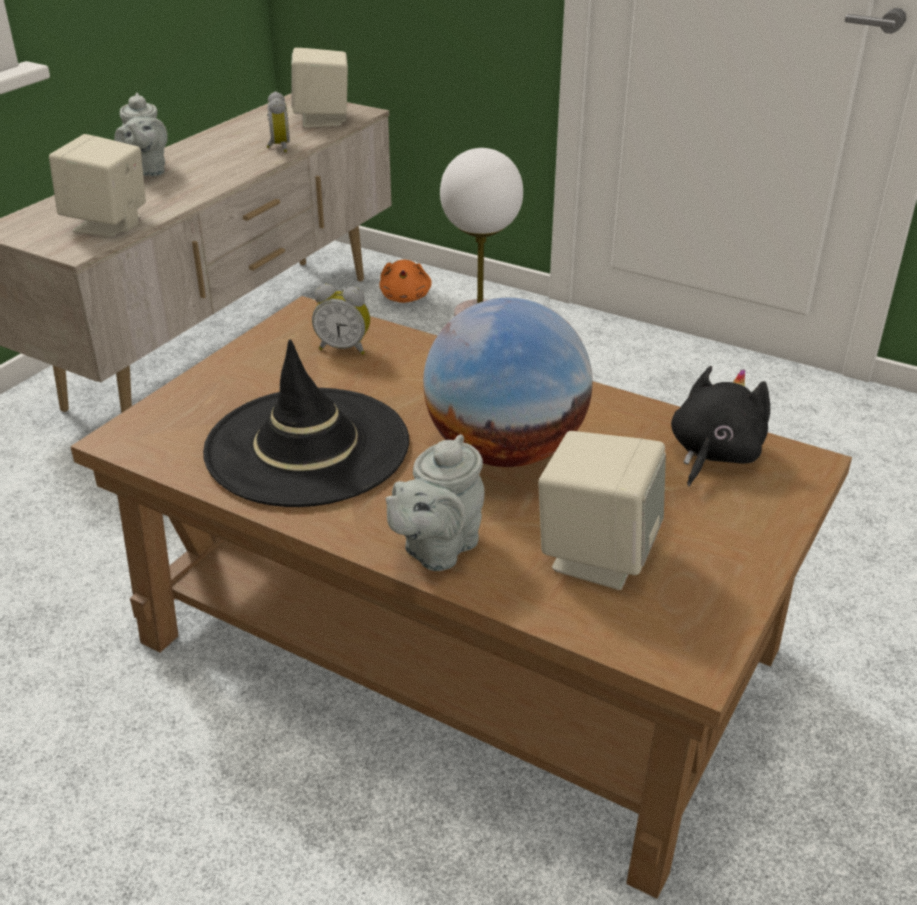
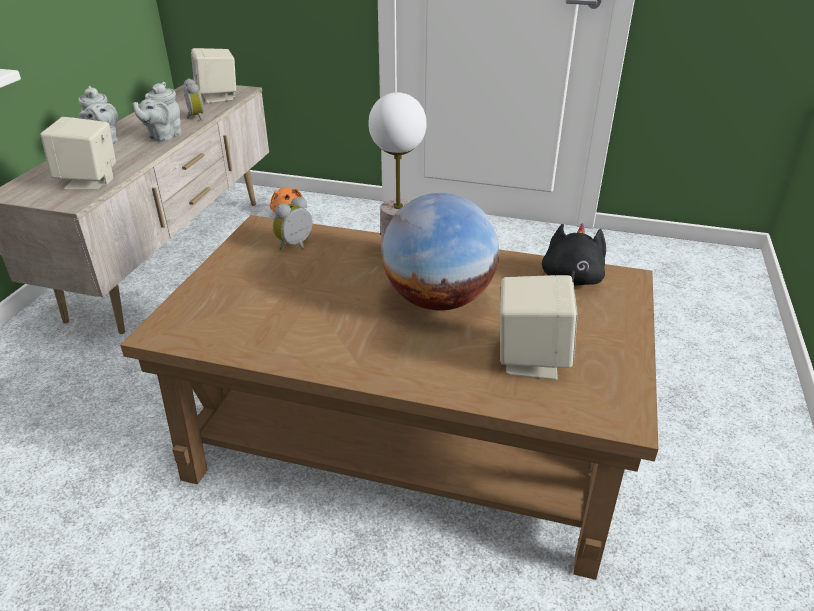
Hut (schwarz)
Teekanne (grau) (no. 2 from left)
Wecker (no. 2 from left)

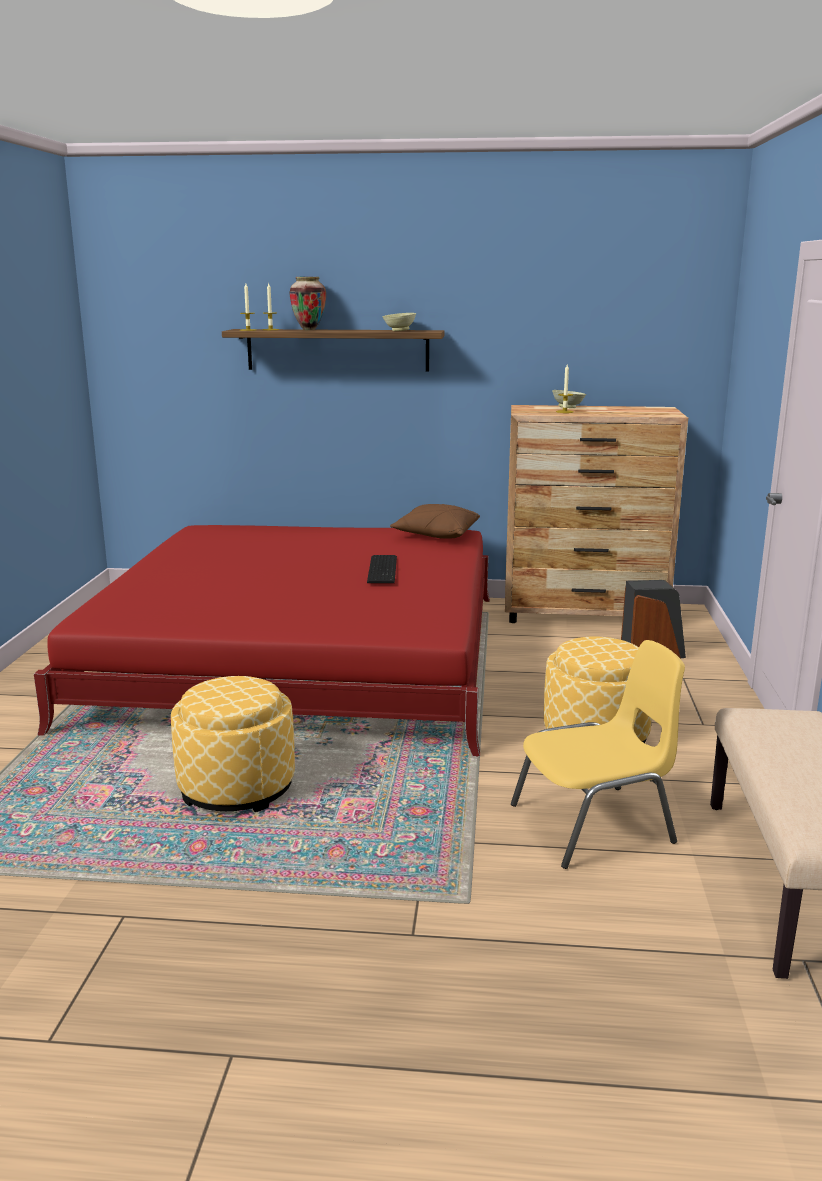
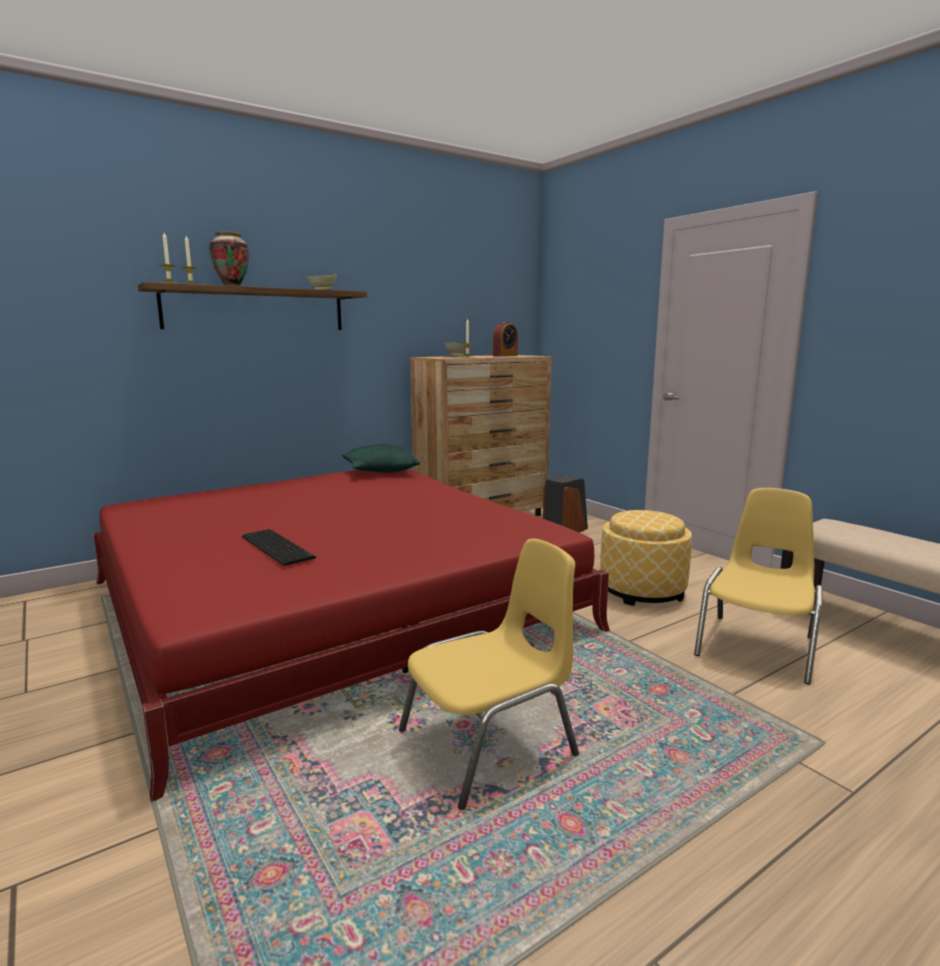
Wecker
Tastatur
Stuhl (gelb) (no. 1 from left)
Kissen (grün)

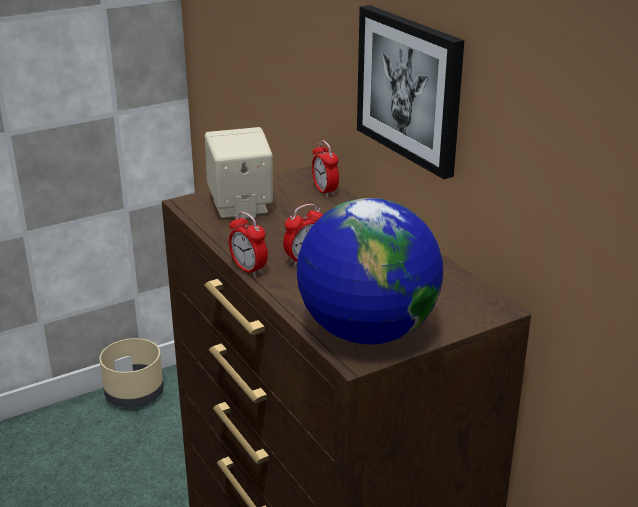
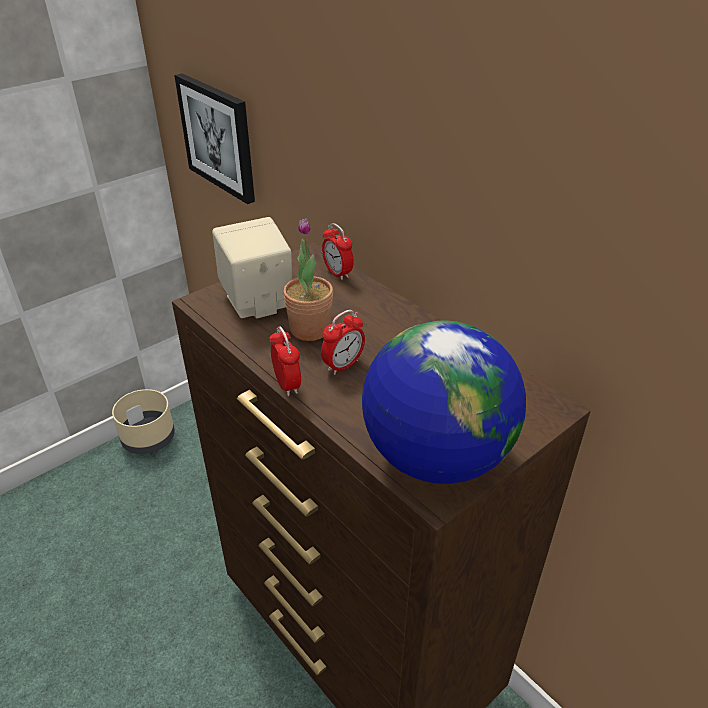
Topfpflanze
Bild
Wecker (no. 1 from left)

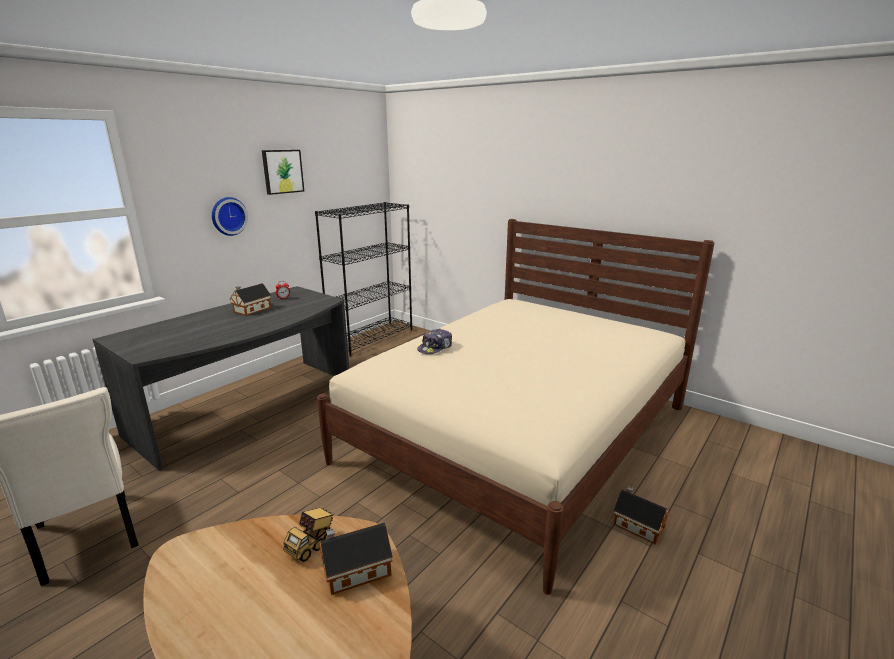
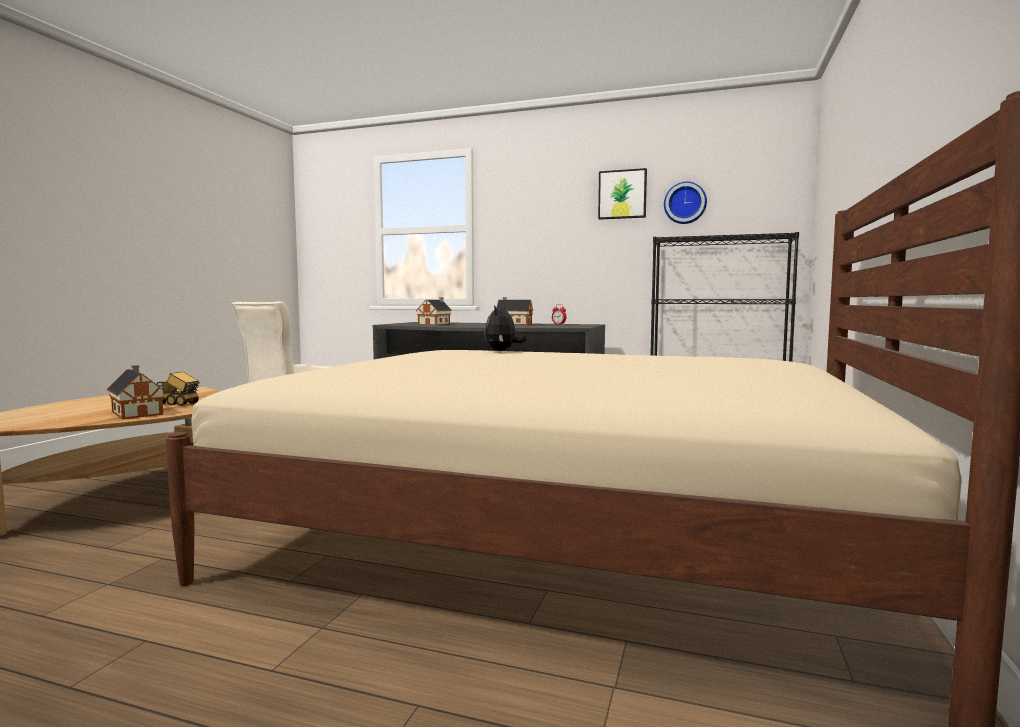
Wanduhr
Spielzeughaus (no. 2 from left)
Plüschtier

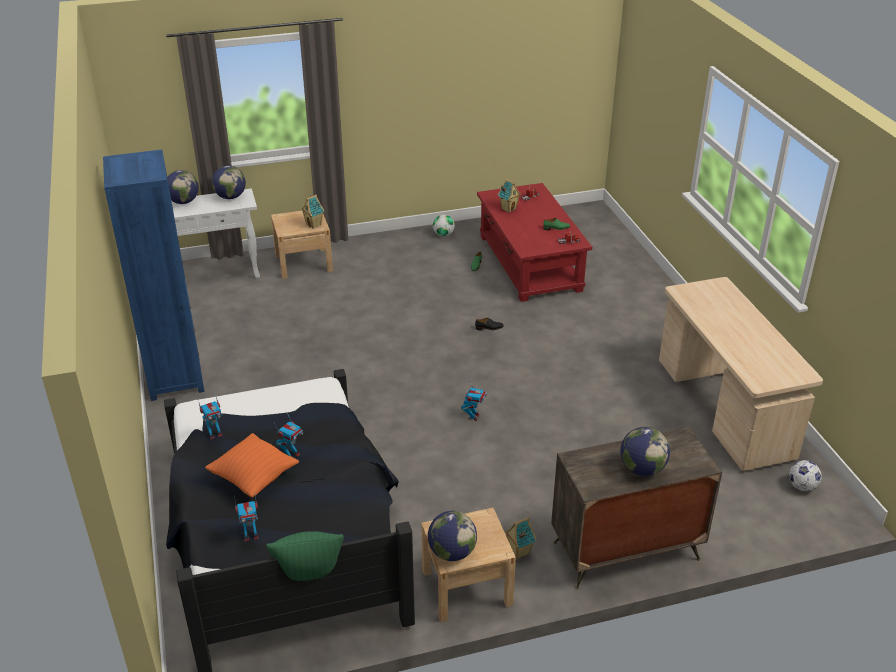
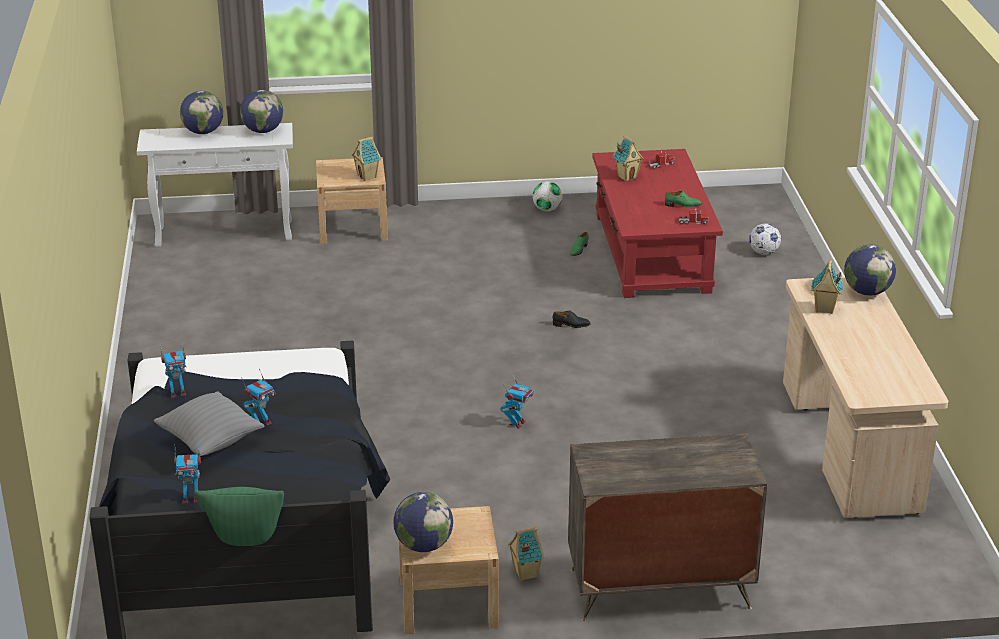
Bücherregal (blau)
Spielzeughaus (no. 4 from left)
Globus (no. 4 from left)
Fußball (no. 2 from left)
Kissen (grau)

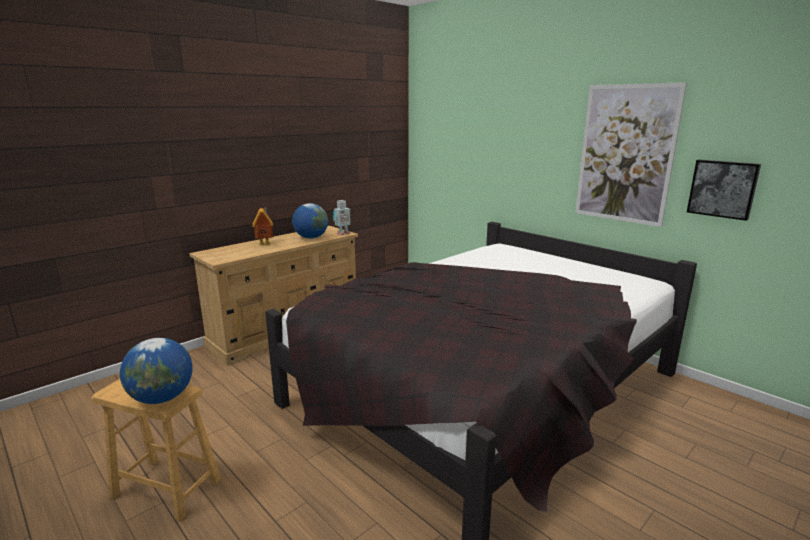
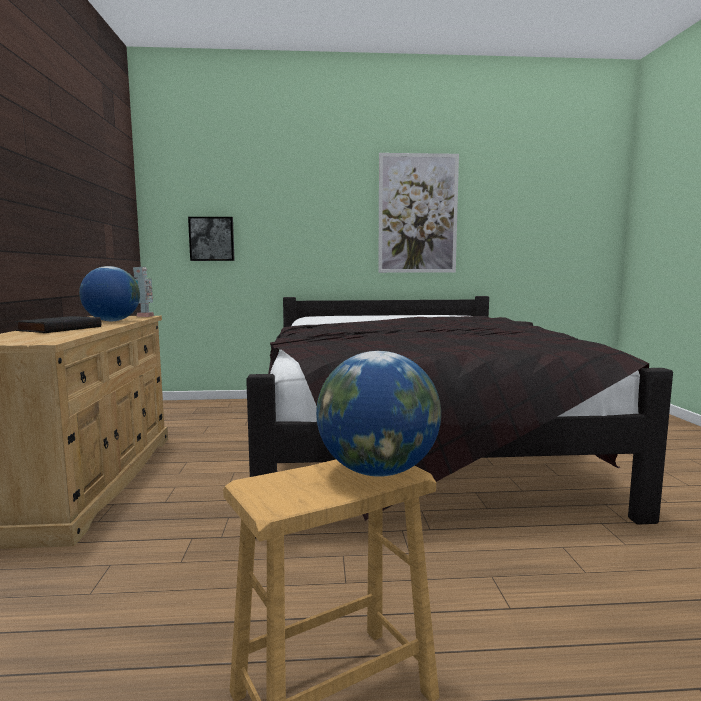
Bild (no. 1 from left)
Buch (schwarz)

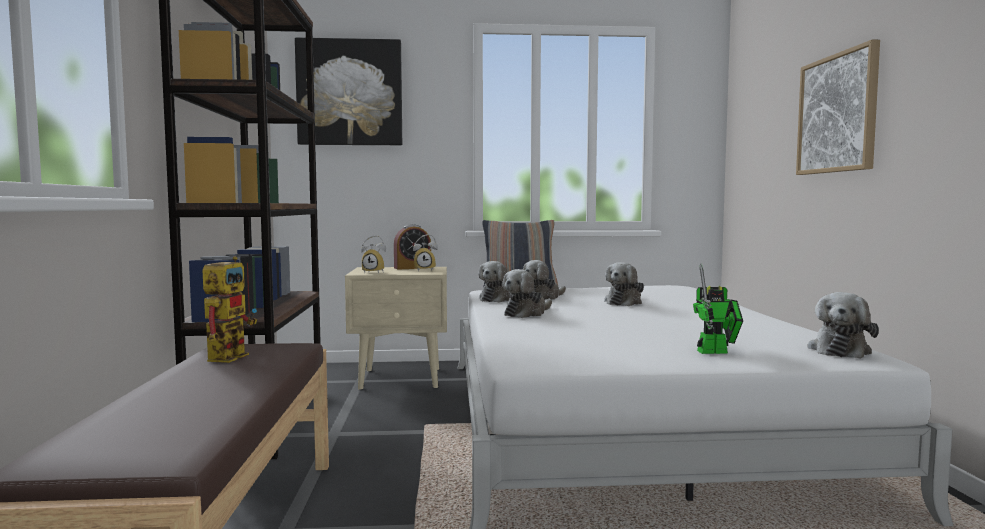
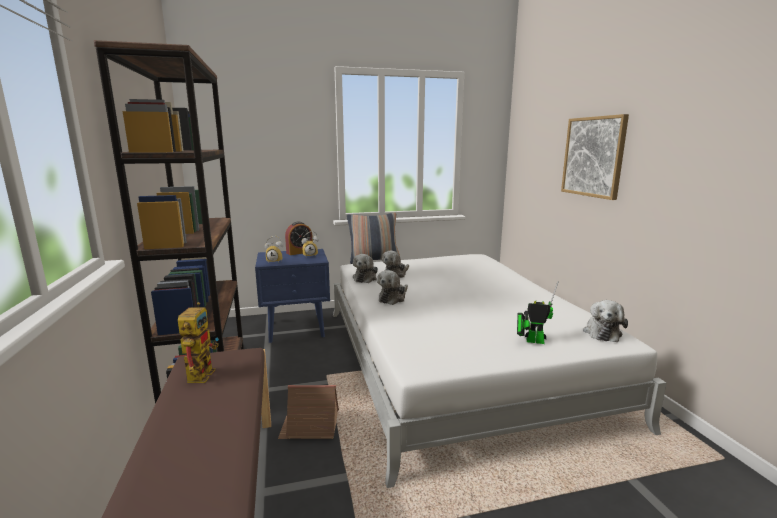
Bild (no. 1 from left in the first image)
Plüschtier (no. 4 from left in the first image)
Spielzeughaus
Nachttisch (blau)
Spielzeugroboter (no. 2 from left)

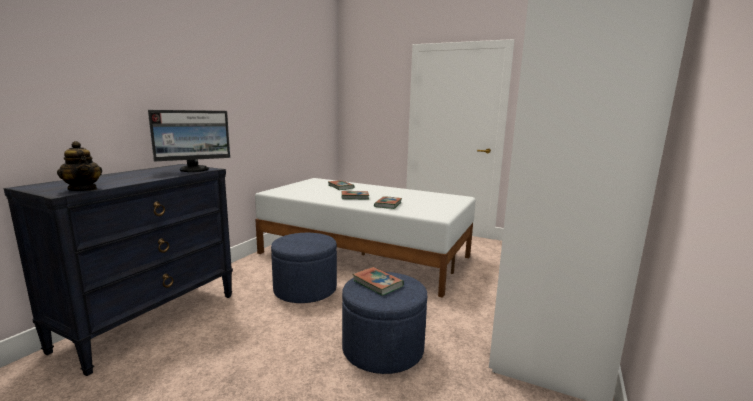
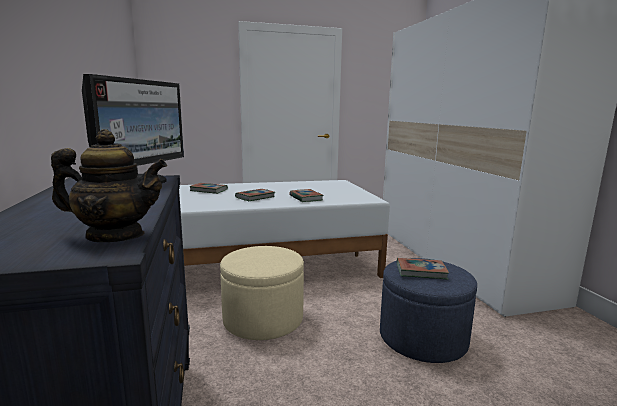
Polsterhocker (beige)

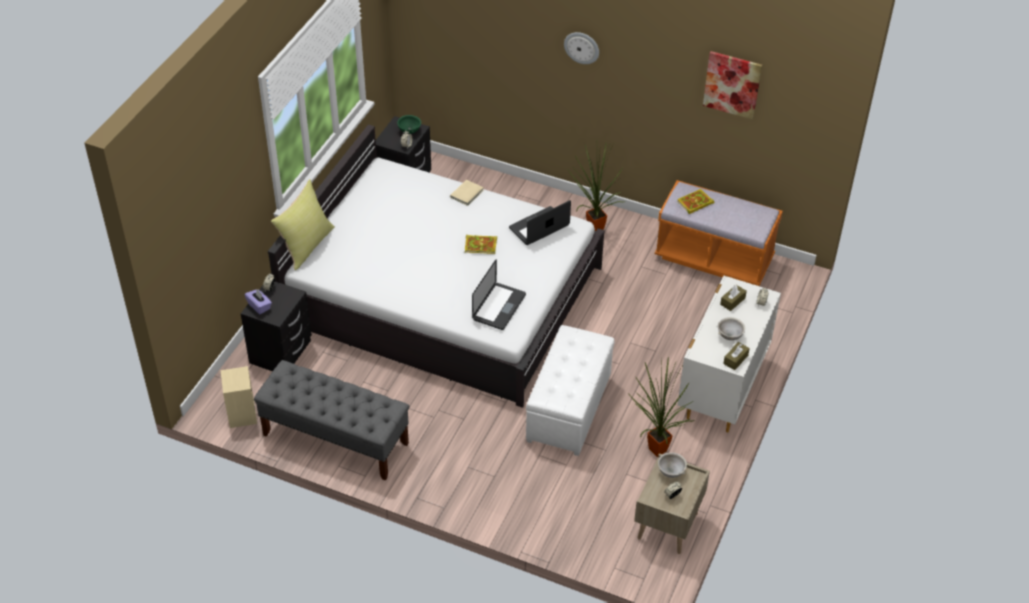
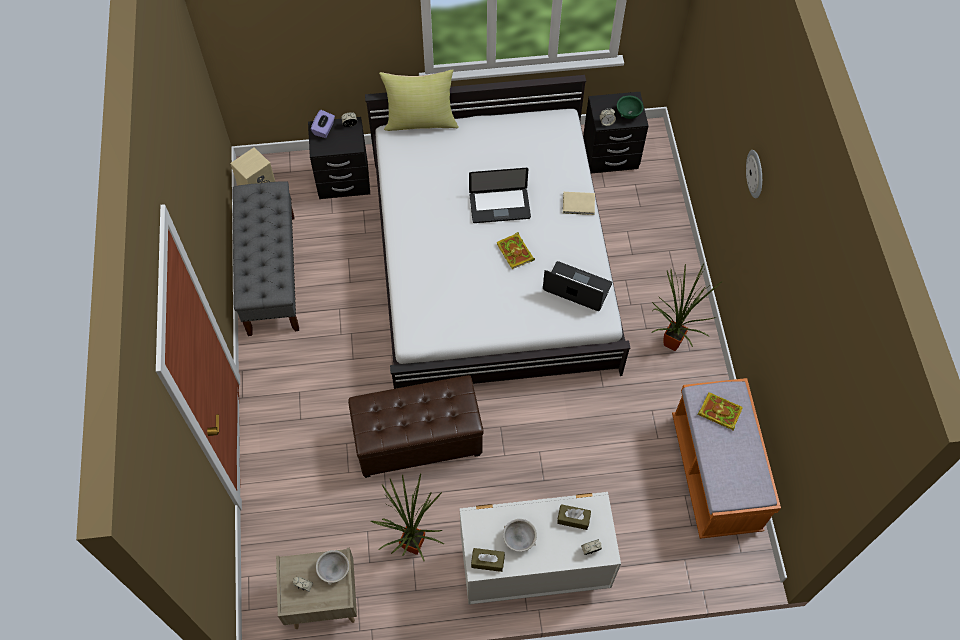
Bild
Laptop (no. 1 from left)
Polsterhocker (braun)

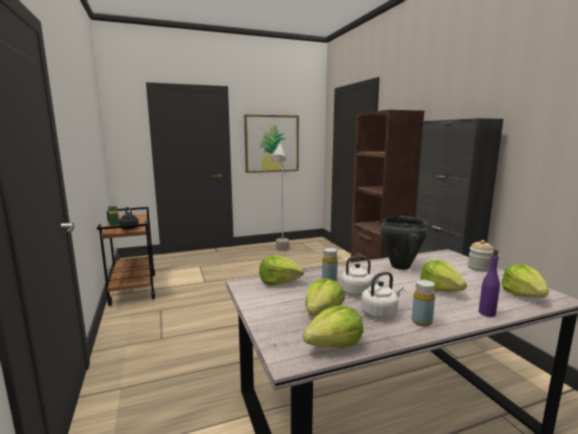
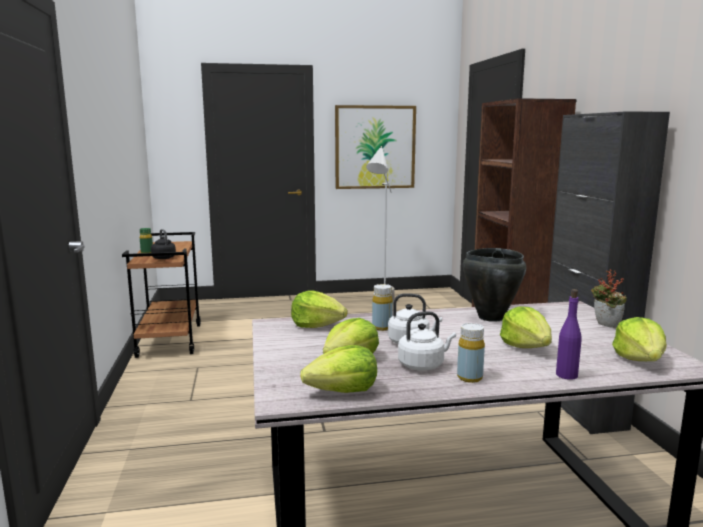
Topfpflanze

